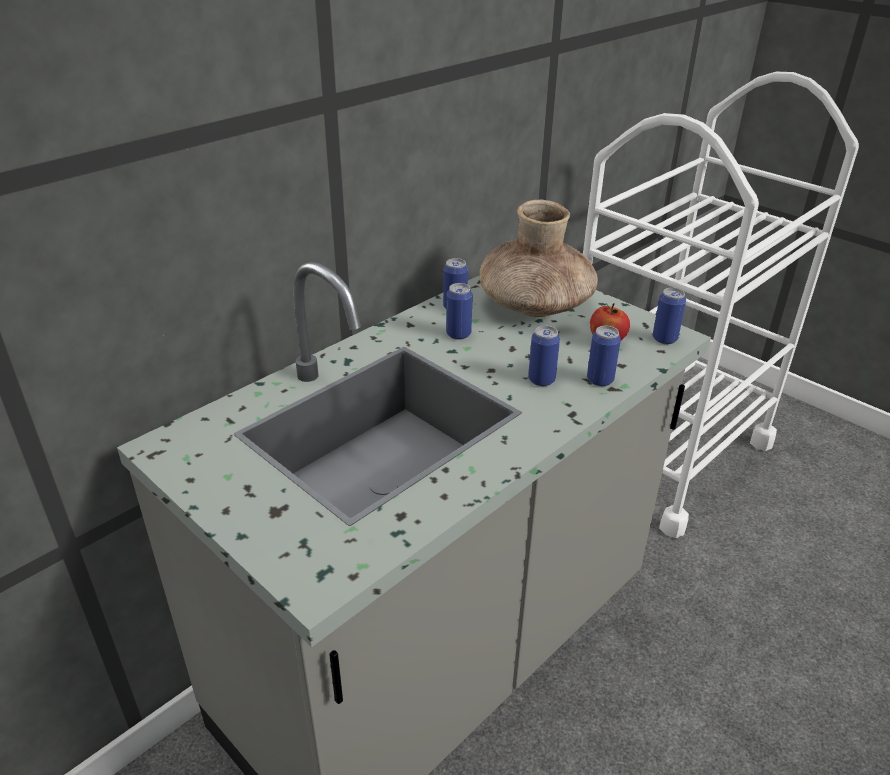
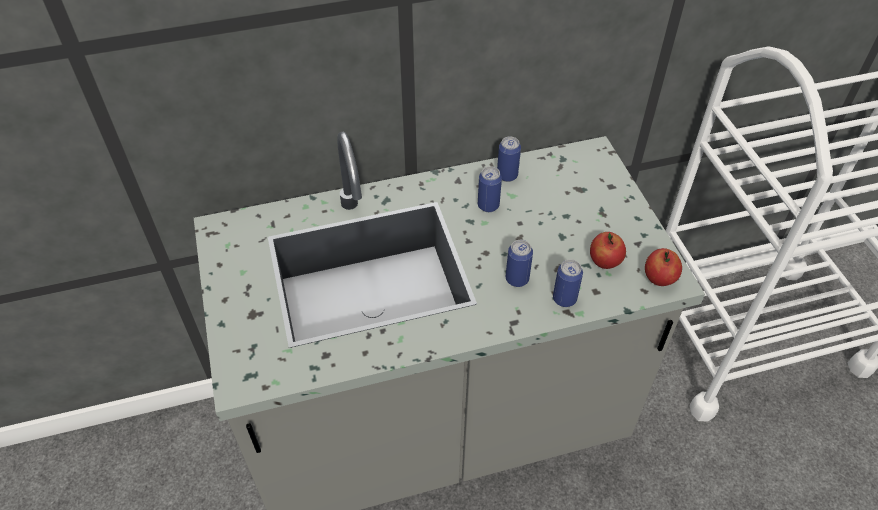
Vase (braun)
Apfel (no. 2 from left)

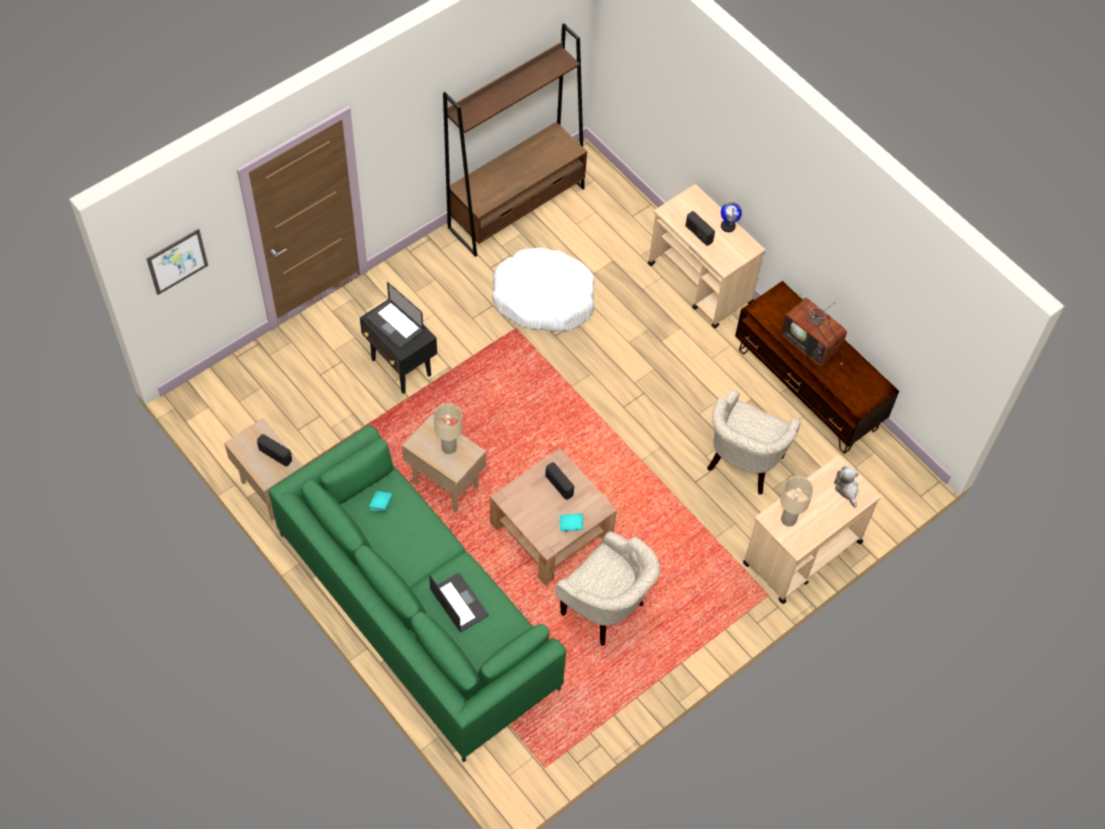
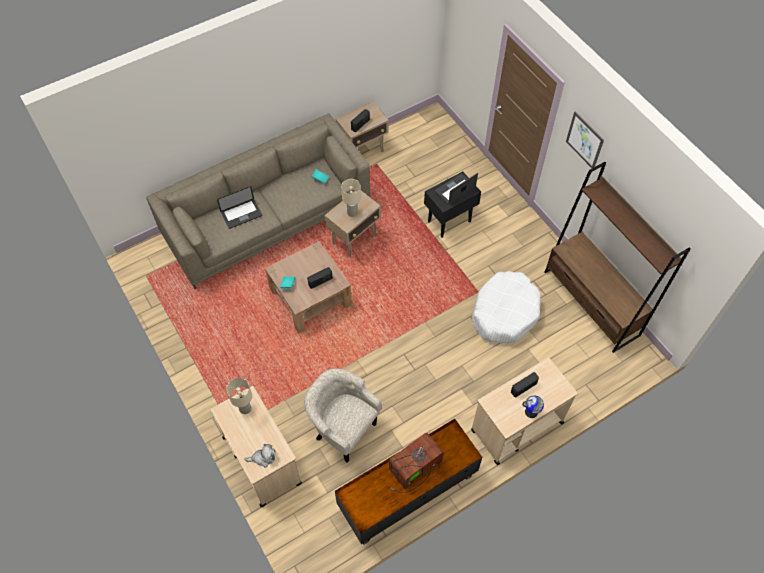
Sessel (beige) (no. 1 from left in the first image)
Bild
Sofa (beige)

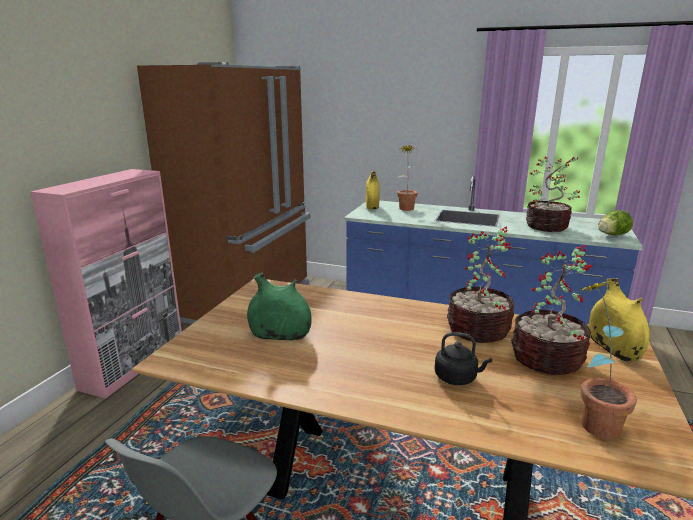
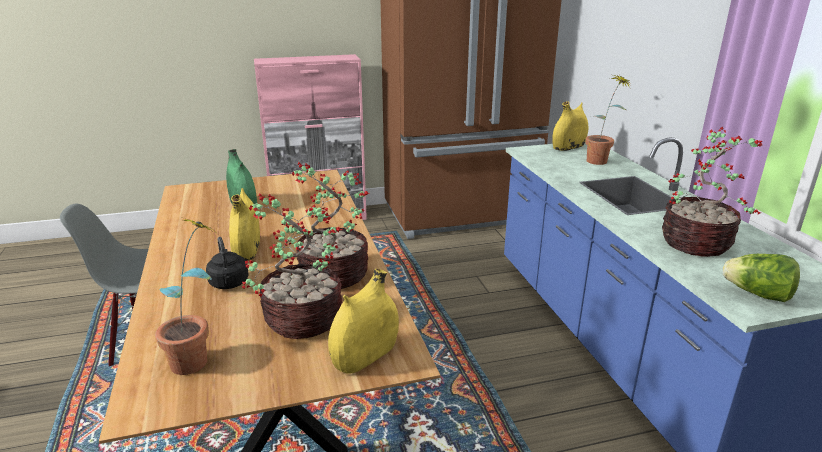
Vase (gelb) (no. 1 from left)

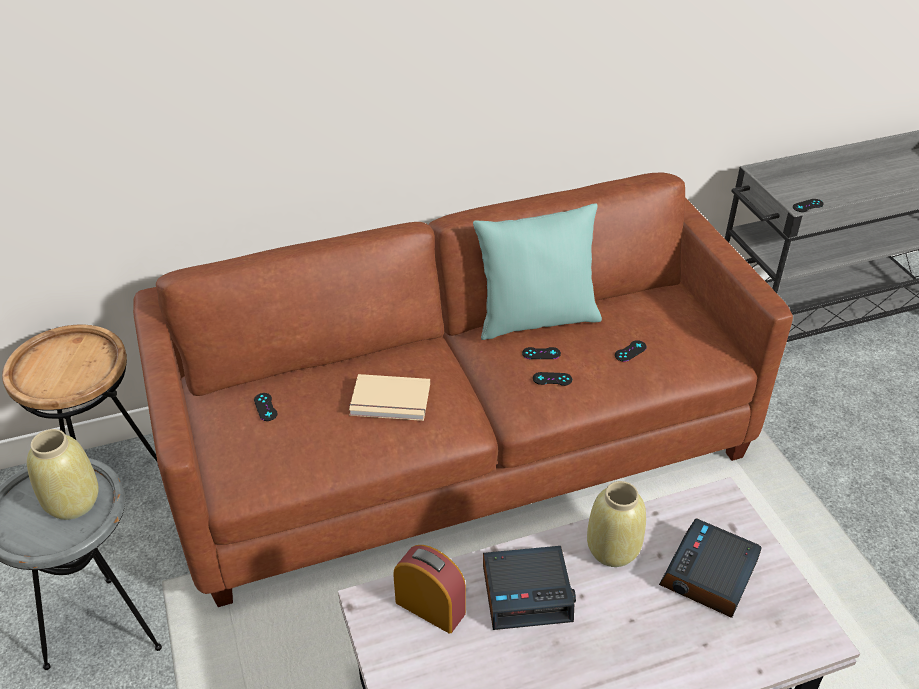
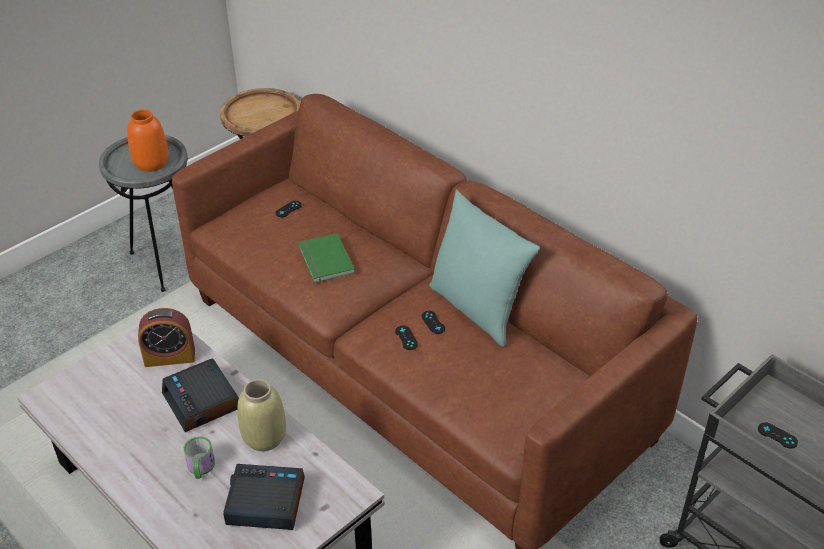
Gamepad (schwarz) (no. 4 from left in the first image)
Henkelbecher
Vase (orange)
Buch (grün)
Wecker (no. 1 from left)

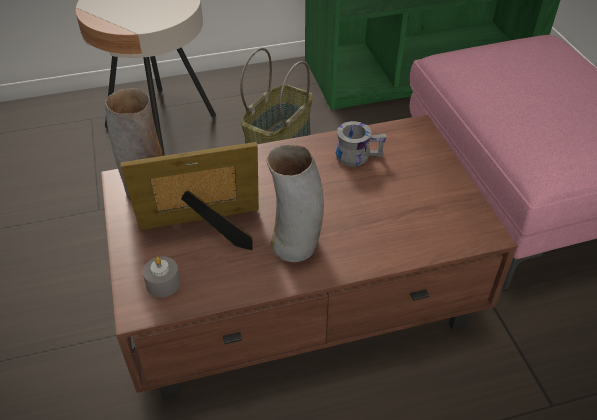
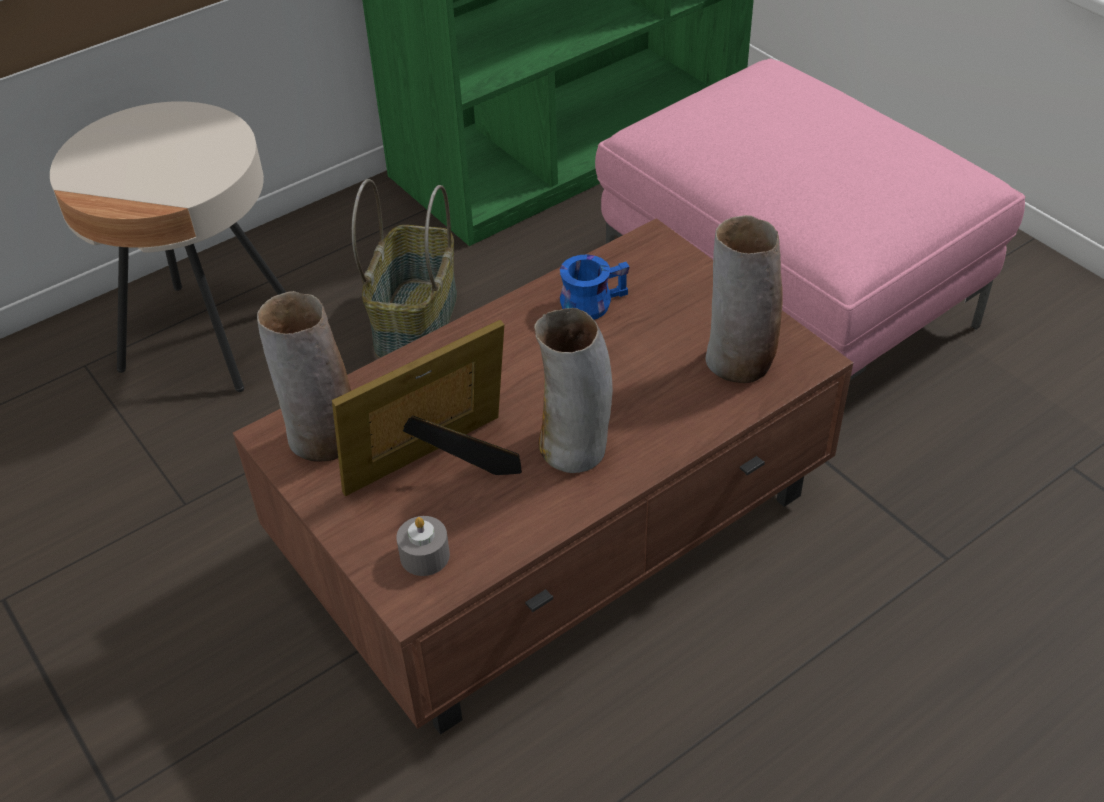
Vase (no. 3 from left)
Henkelbecher (blau)

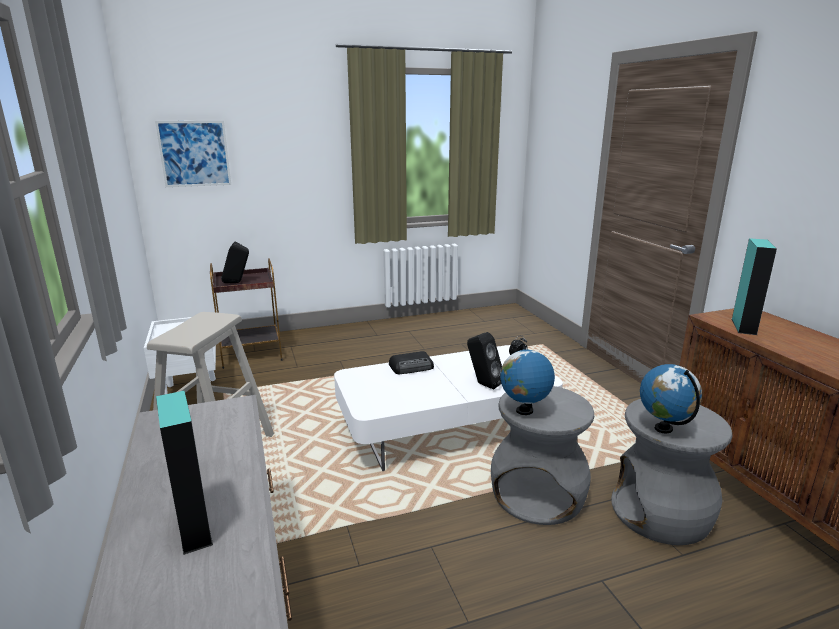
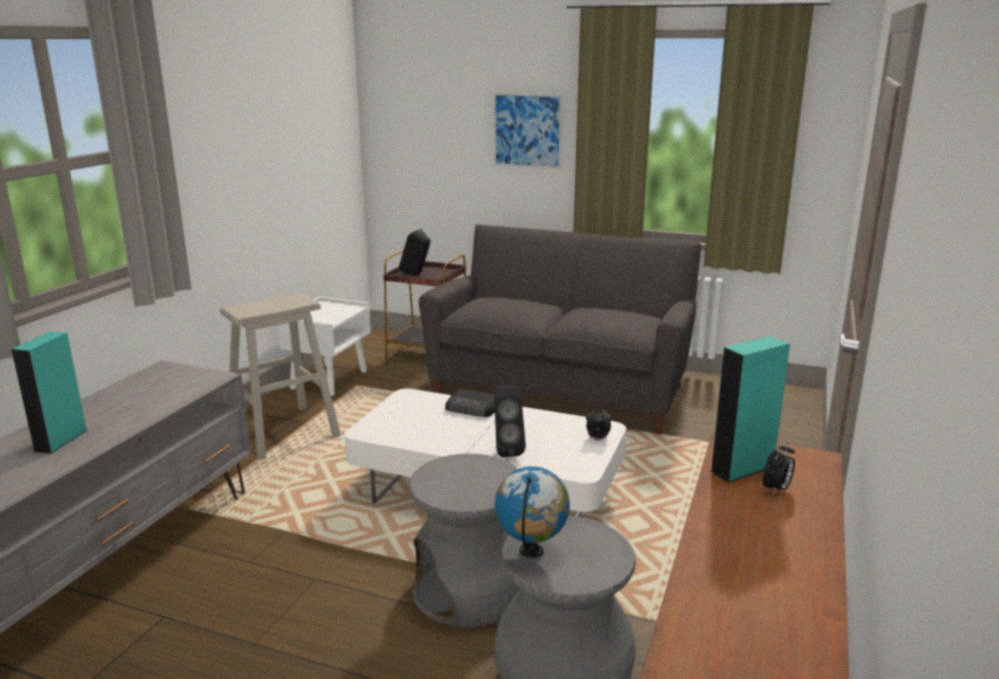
Globus (no. 1 from left in the first image)
Sofa (grau)
Wecker (no. 2 from left)
Bild

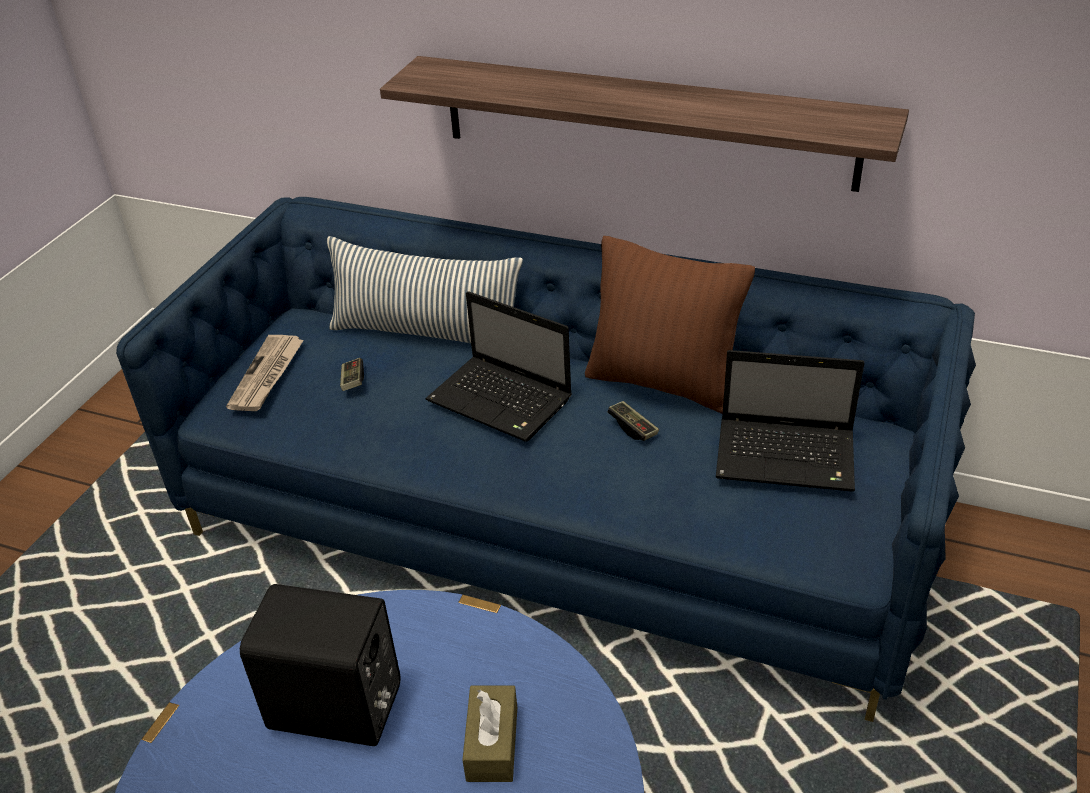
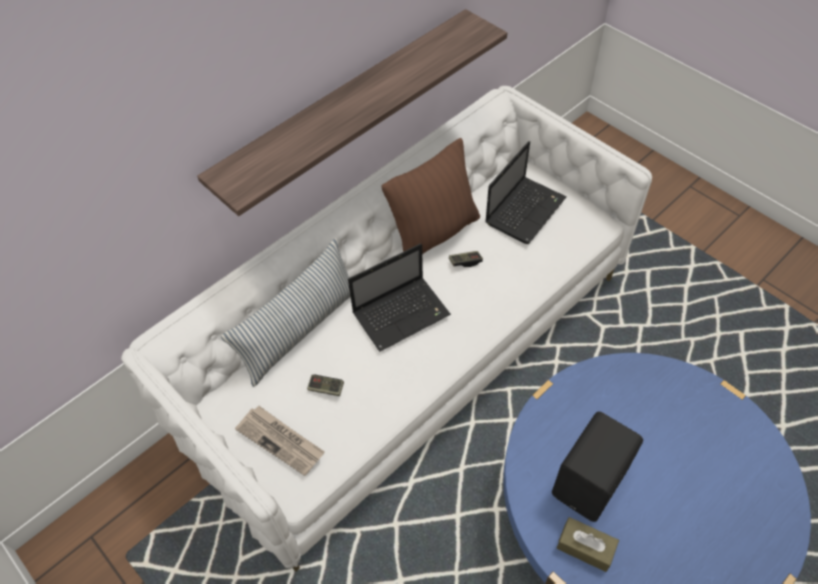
Taschentuchbox (braun)
Sofa (weiß)

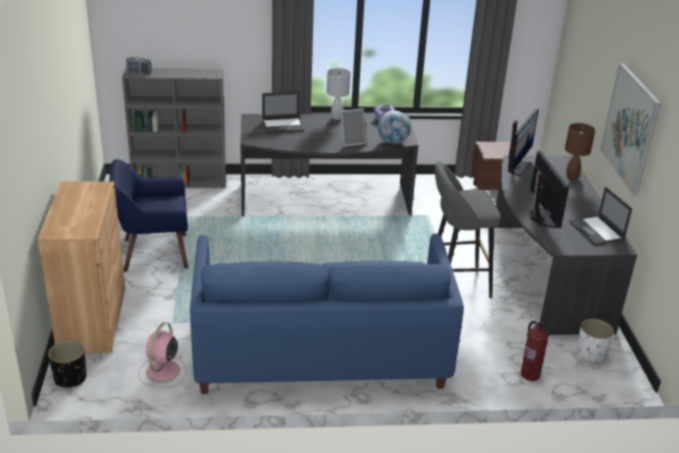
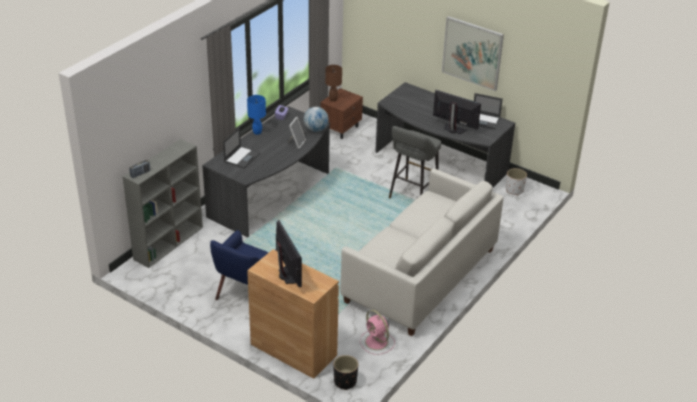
Feuerlöscher
Monitor (no. 1 from left)
Tischlampe (braun)
Sofa (weiß)
Tischlampe (blau)

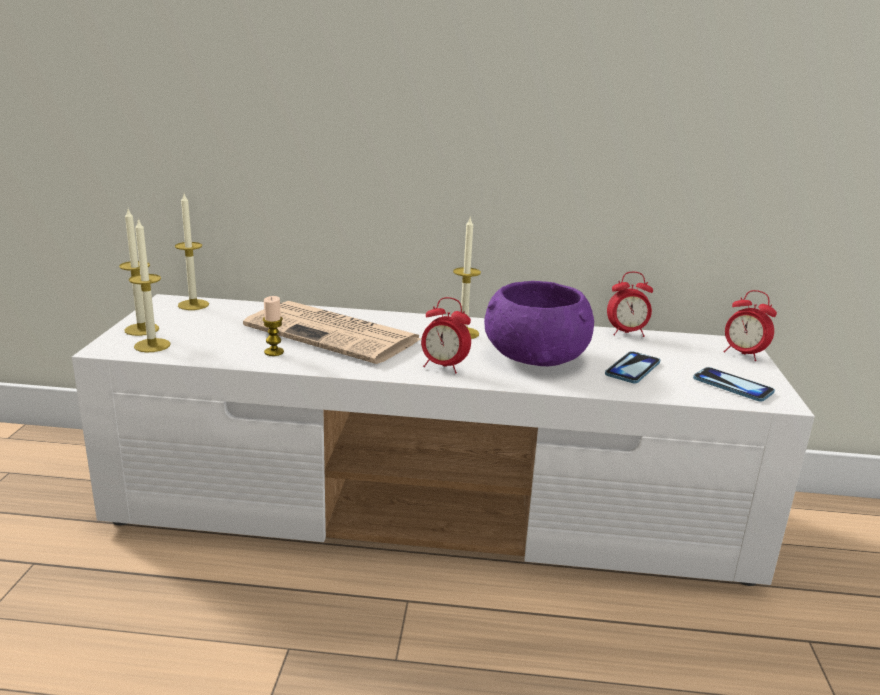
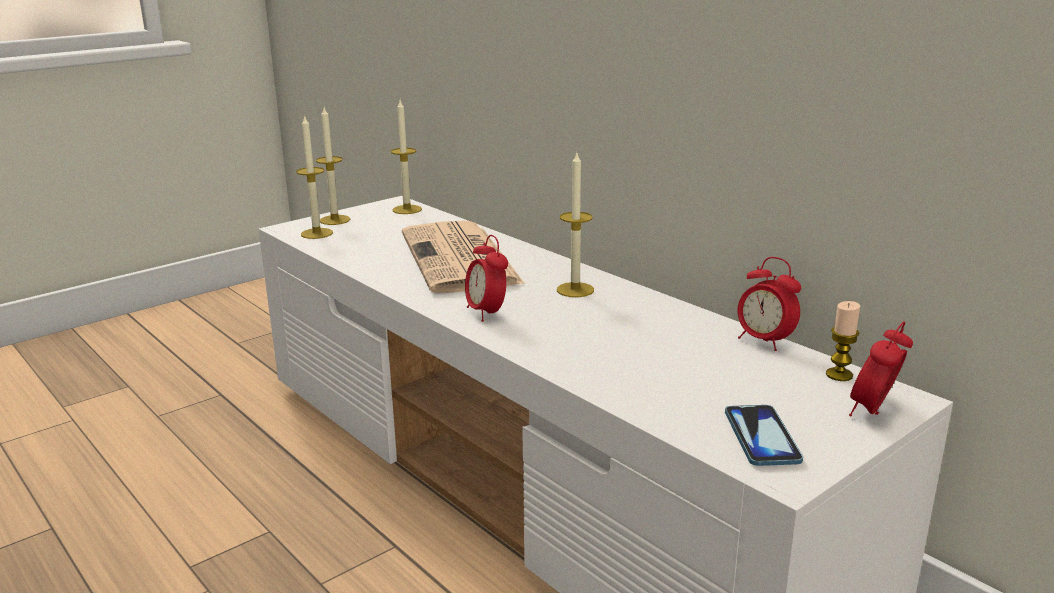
Schüssel (lila)
Handy (no. 1 from left in the first image)
Kerze (no. 5 from left)
Wecker (no. 3 from left)

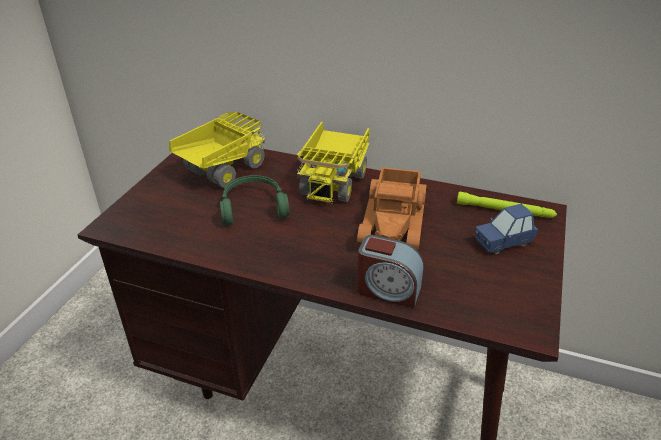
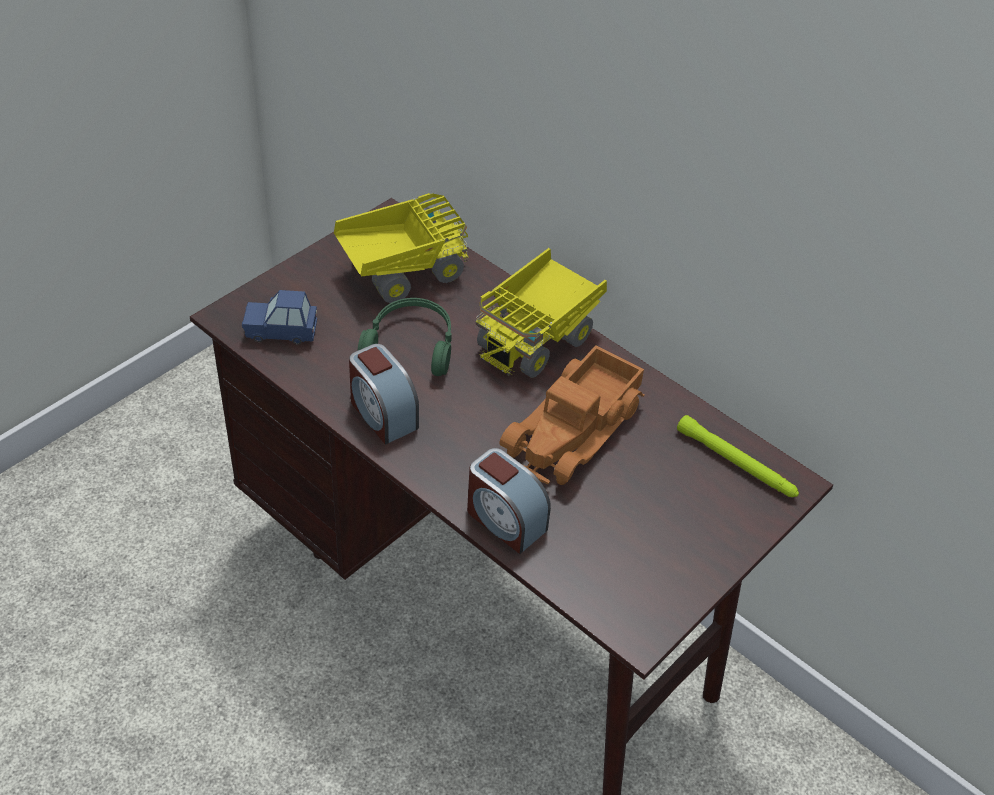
Wecker (no. 1 from left)
Spielzeugauto (blau)

